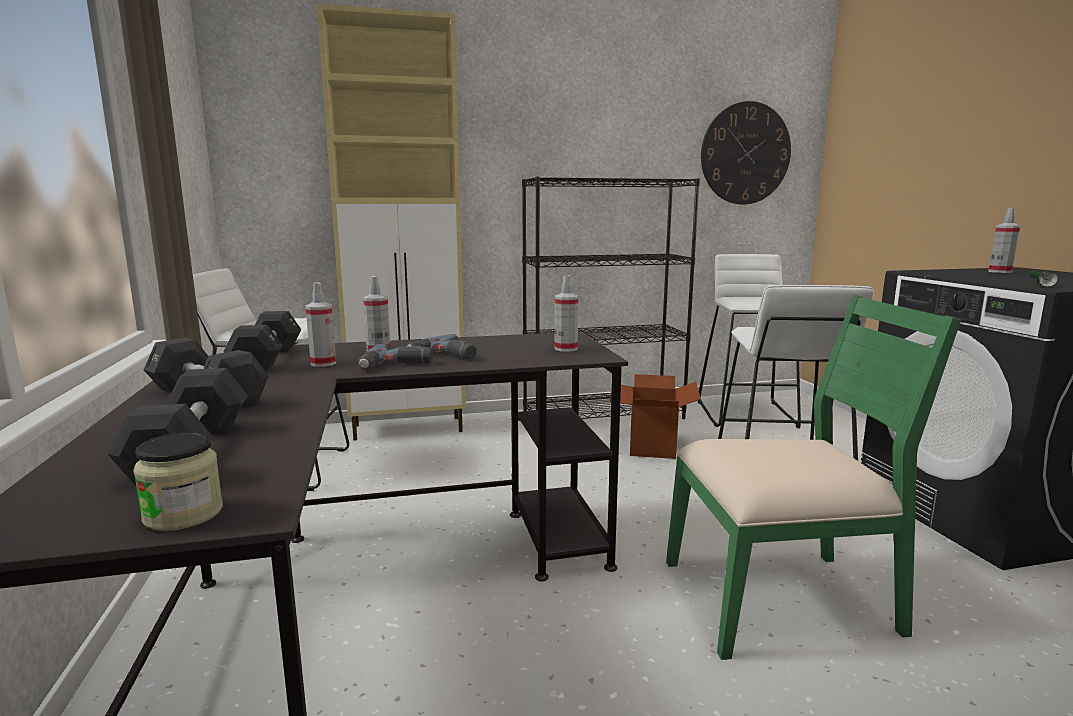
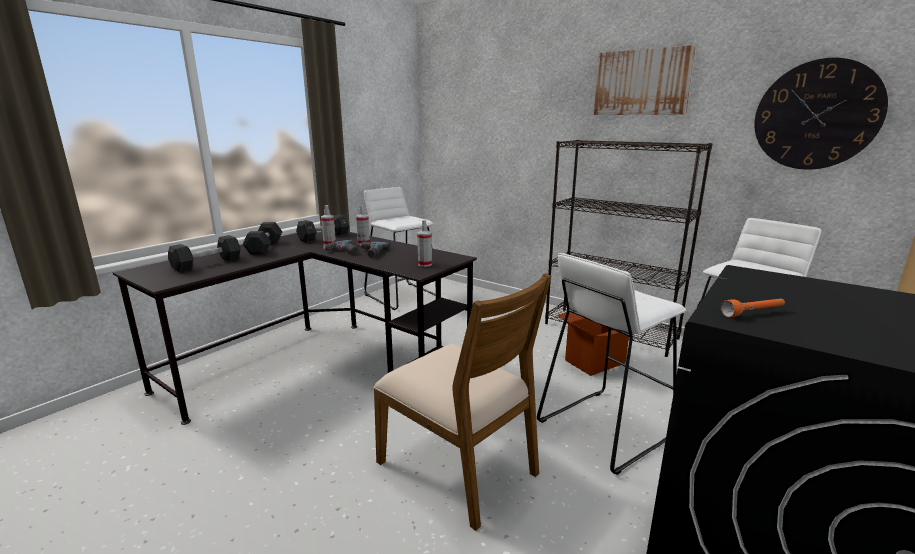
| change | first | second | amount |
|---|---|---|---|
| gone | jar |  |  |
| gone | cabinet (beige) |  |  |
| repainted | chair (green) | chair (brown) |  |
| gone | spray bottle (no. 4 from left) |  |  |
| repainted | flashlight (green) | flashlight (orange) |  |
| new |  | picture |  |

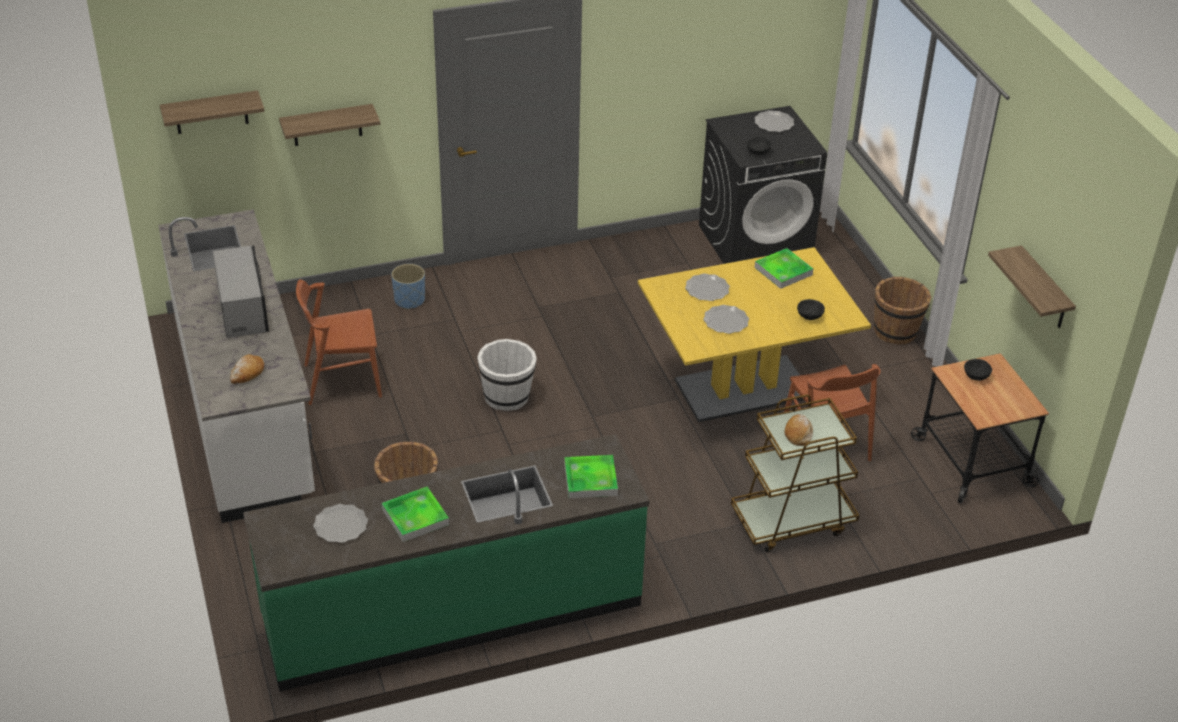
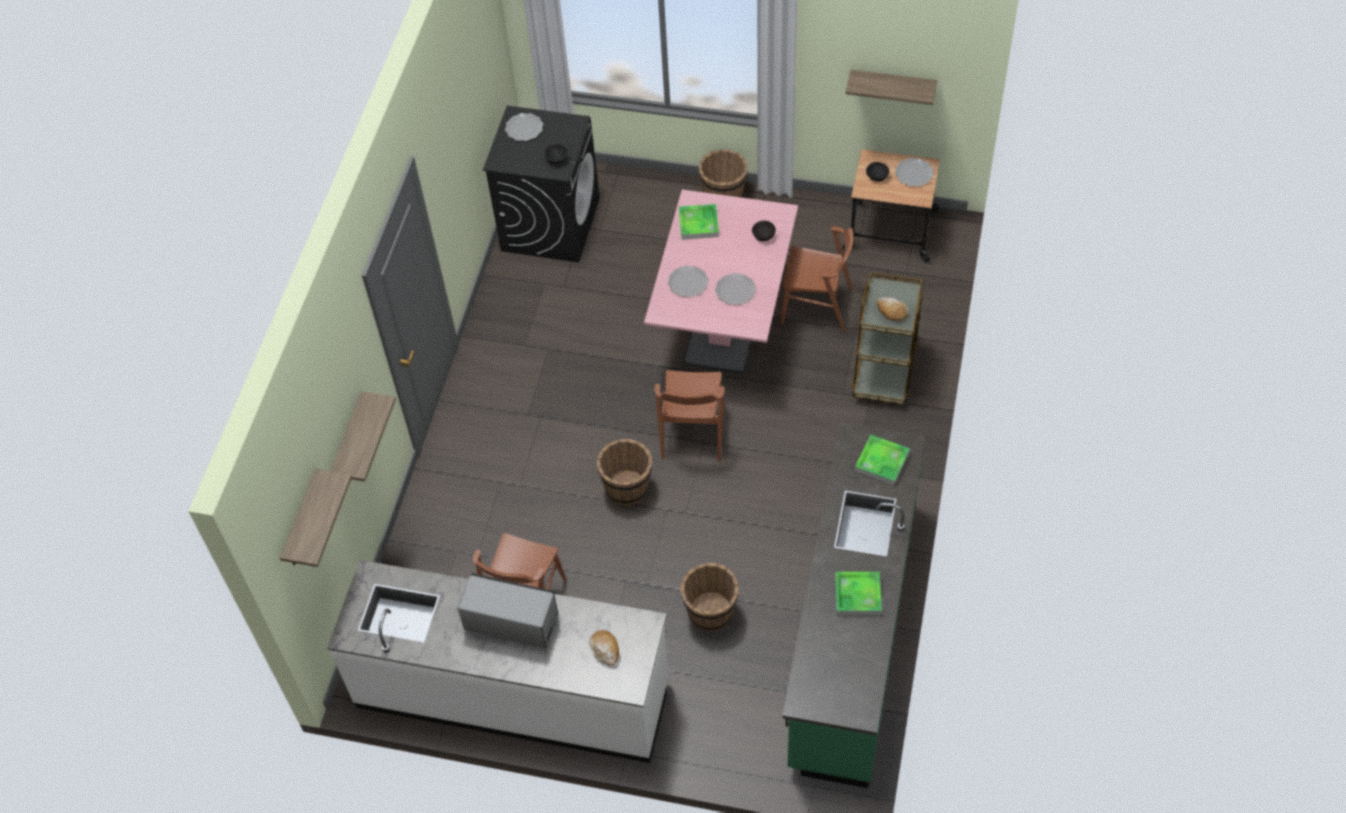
| change | first | second | amount |
|---|---|---|---|
| shifted | plate (no. 1 from left in the first image) | plate (no. 4 from left) |  |
| gone | planter (blue) |  |  |
| repainted | bucket (white) | bucket (brown) (no. 1 from left) |  |
| repainted | dining table (yellow) | dining table (pink) |  |
| new |  | chair (brown) (no. 2 from left) |  |

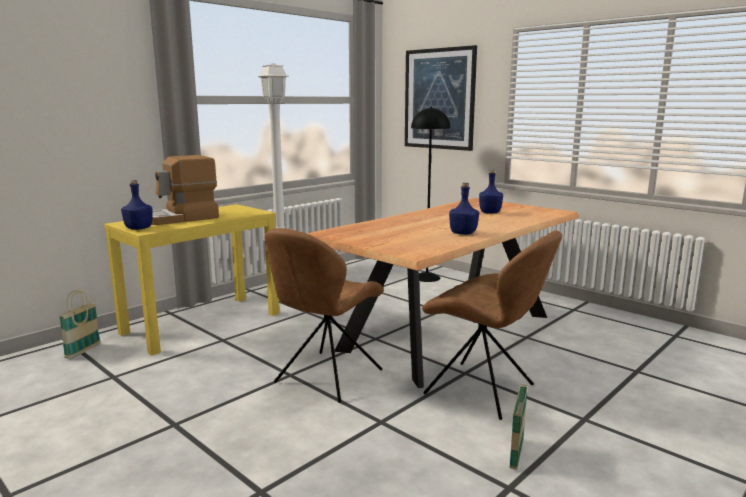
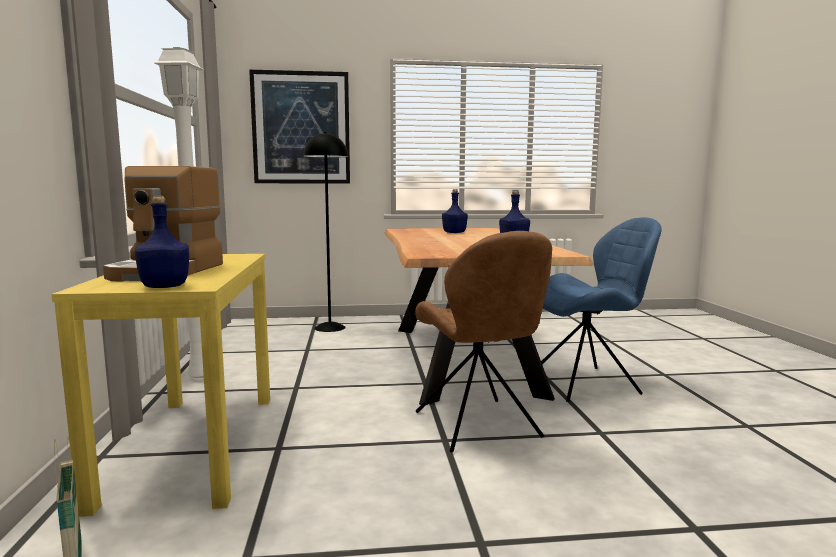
| change | first | second | amount |
|---|---|---|---|
| repainted | chair (brown) (no. 2 from left) | chair (blue) |  |
| gone | basket (no. 2 from left) |  |  |

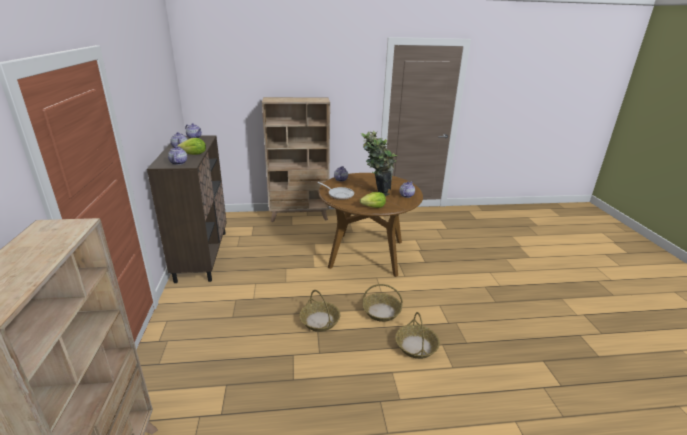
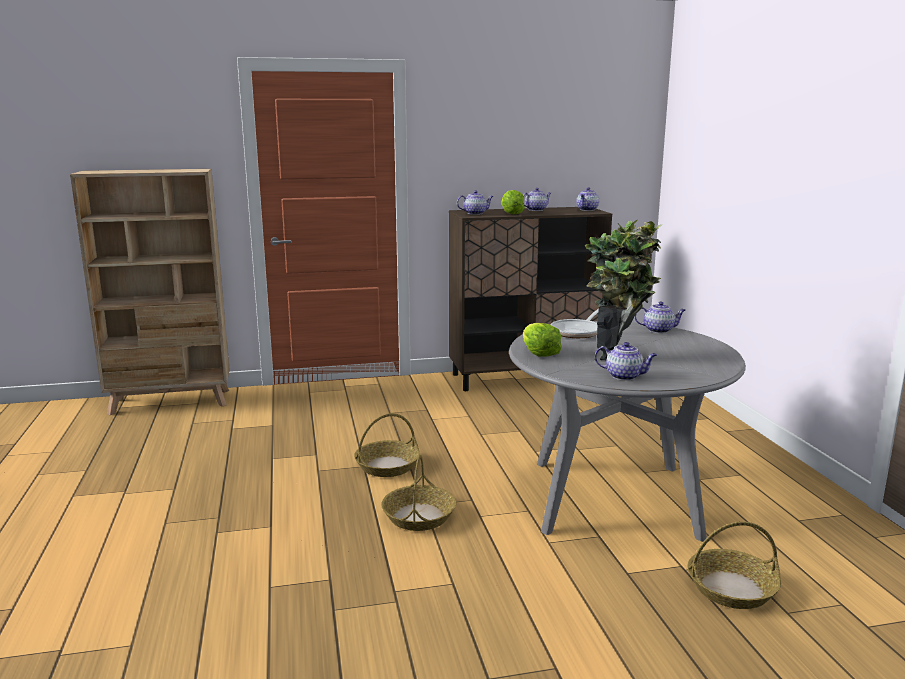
| change | first | second | amount |
|---|---|---|---|
| gone | bookcase (beige) (no. 2 from left) |  |  |
| repainted | dining table (brown) | dining table (grey) |  |
| shifted | basket (no. 3 from left) |  |  |

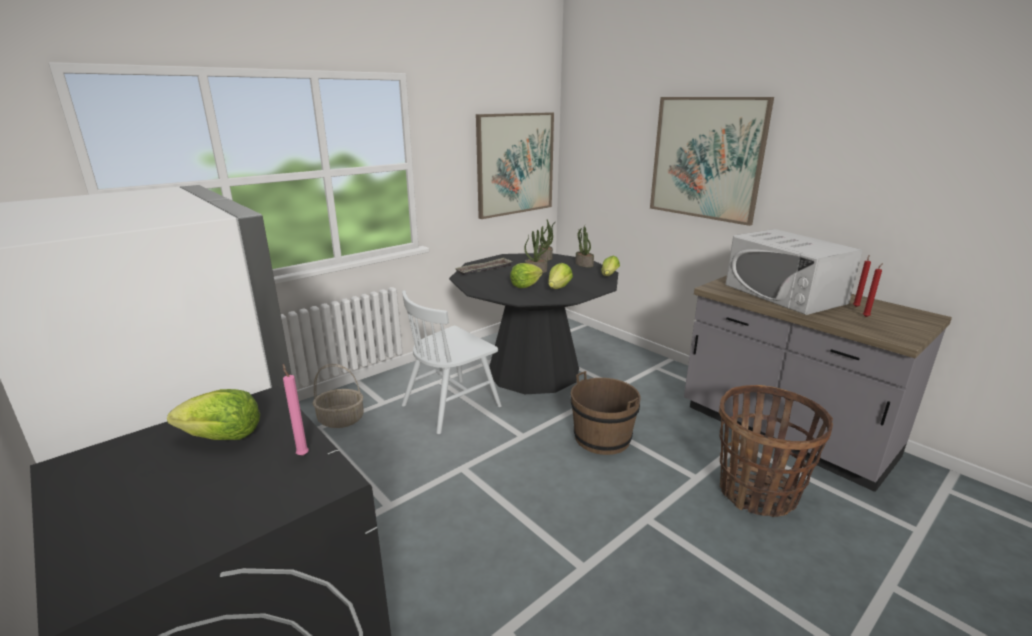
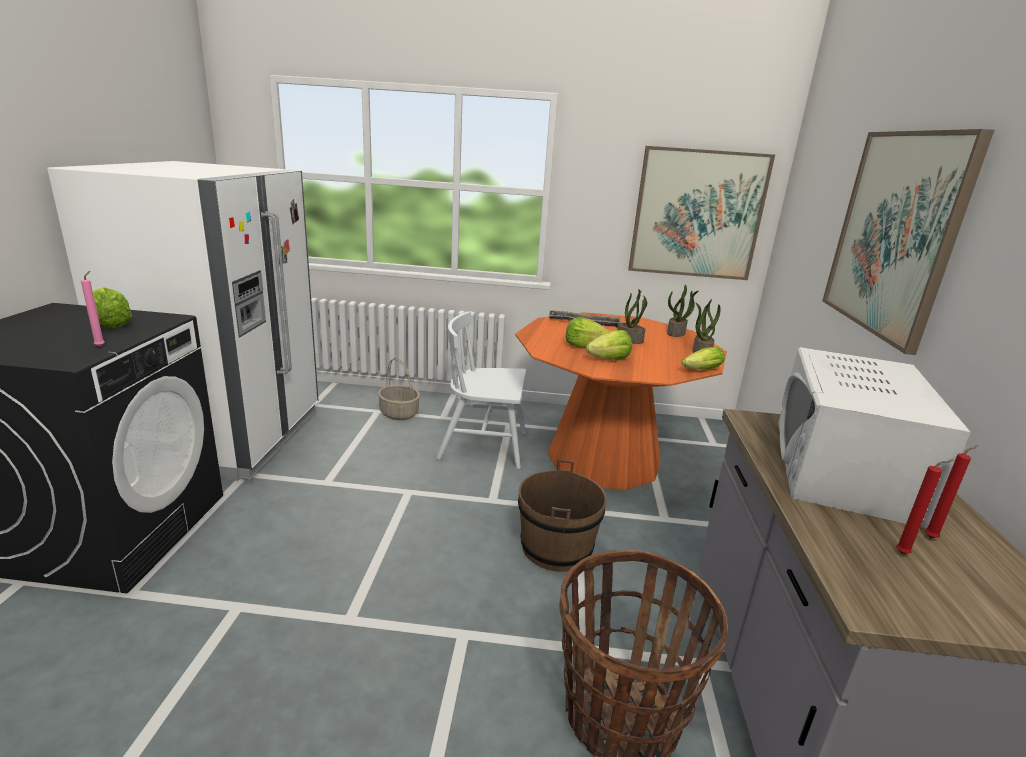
| change | first | second | amount |
|---|---|---|---|
| repainted | dining table (black) | dining table (orange) |  |

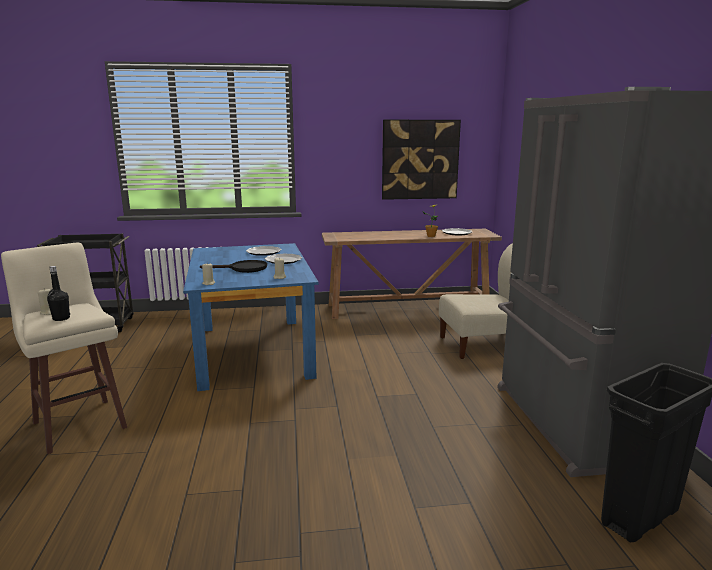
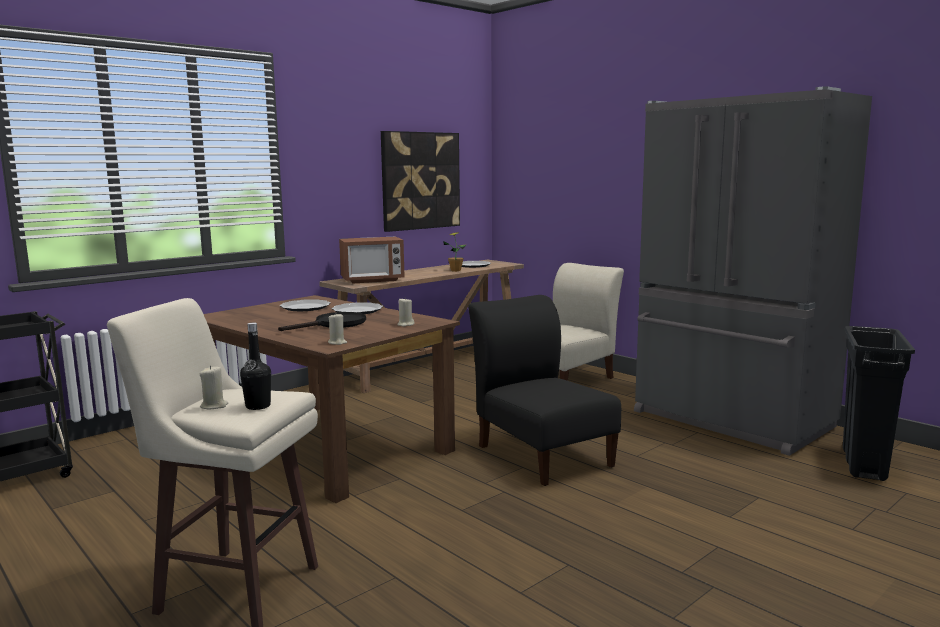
| change | first | second | amount |
|---|---|---|---|
| repainted | dining table (blue) | dining table (brown) |  |
| new |  | microwave |  |
| new |  | chair (black) |  |

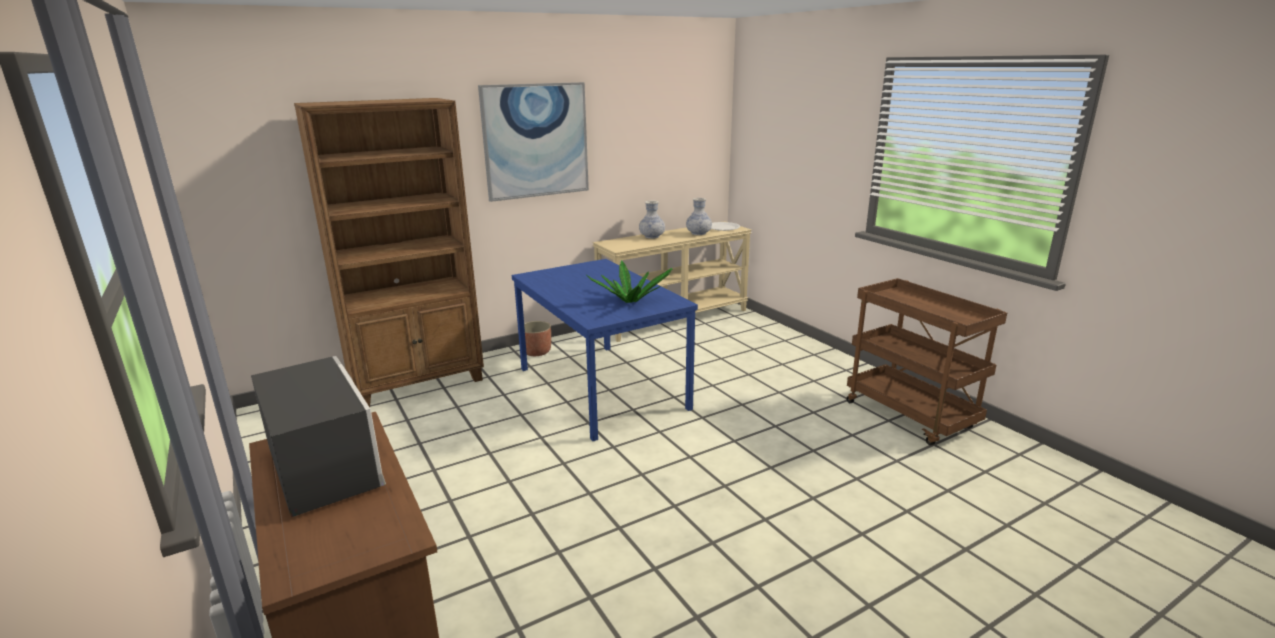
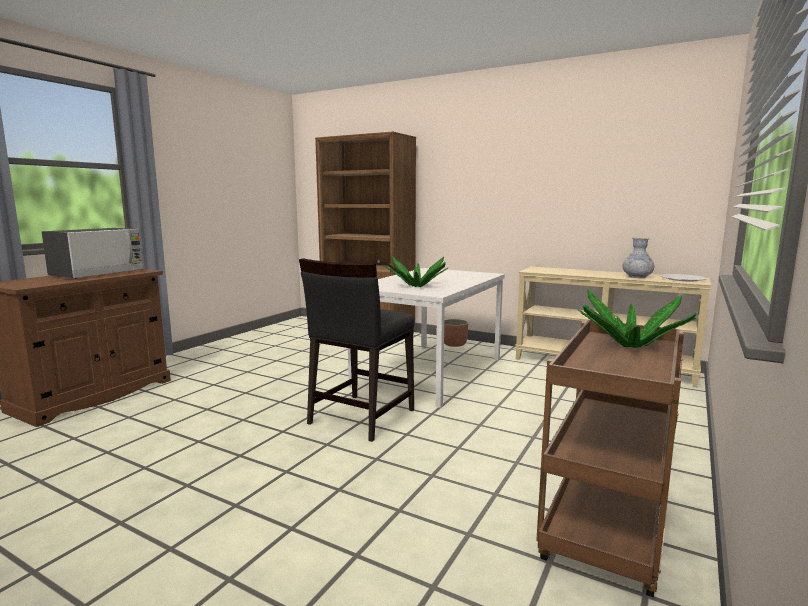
| change | first | second | amount |
|---|---|---|---|
| gone | picture |  |  |
| repainted | dining table (blue) | dining table (white) |  |
| gone | vase (no. 1 from left) |  |  |
| new |  | chair (black) |  |
| new |  | potted plant (no. 2 from left) |  |

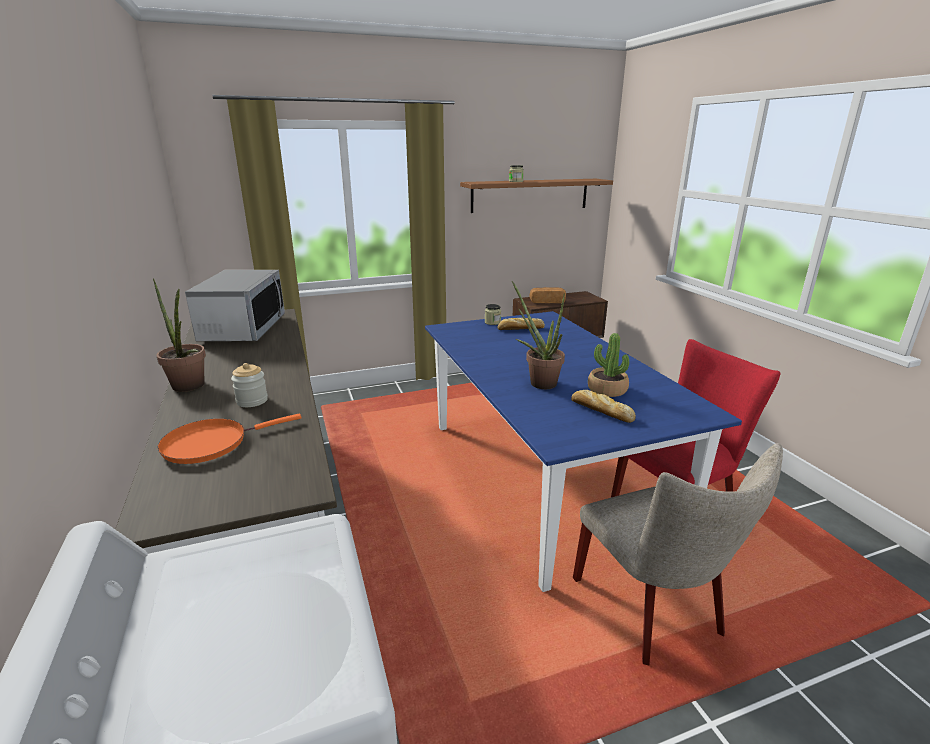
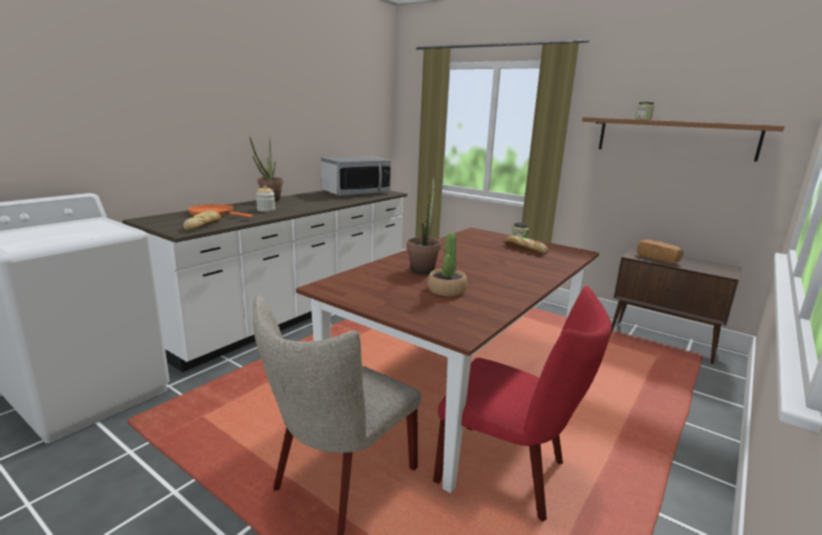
| change | first | second | amount |
|---|---|---|---|
| repainted | dining table (blue) | dining table (brown) |  |
| shifted | bread (no. 3 from left in the first image) | bread (no. 1 from left) |  |

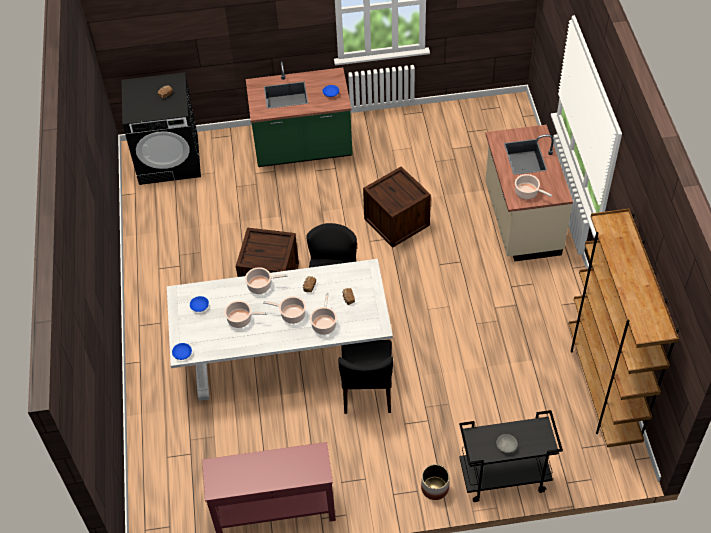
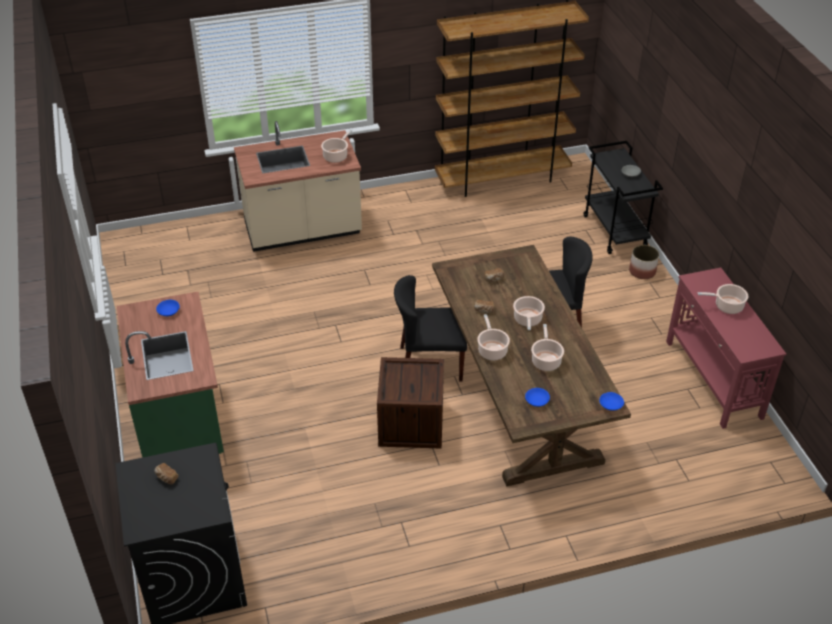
| change | first | second | amount |
|---|---|---|---|
| repainted | dining table (white) | dining table (brown) |  |
| shifted | cooking pot (no. 4 from left in the first image) | cooking pot (no. 5 from left) |  |
| gone | crate (no. 2 from left) |  |  |

